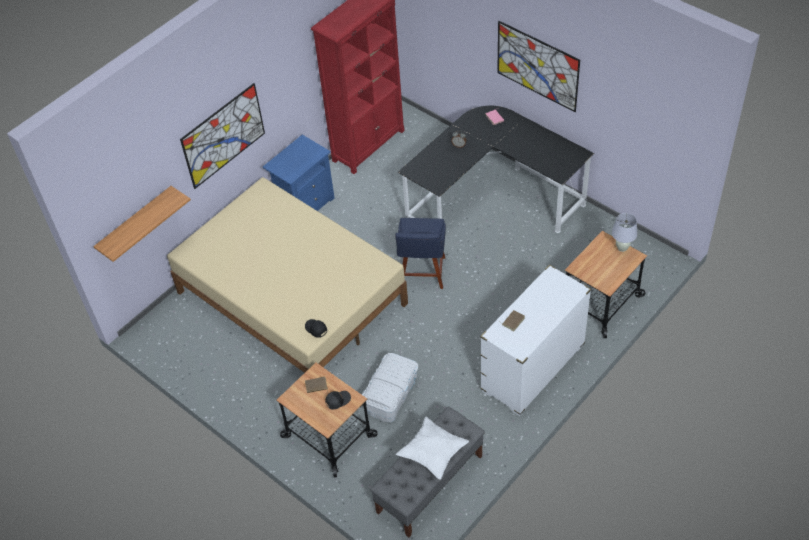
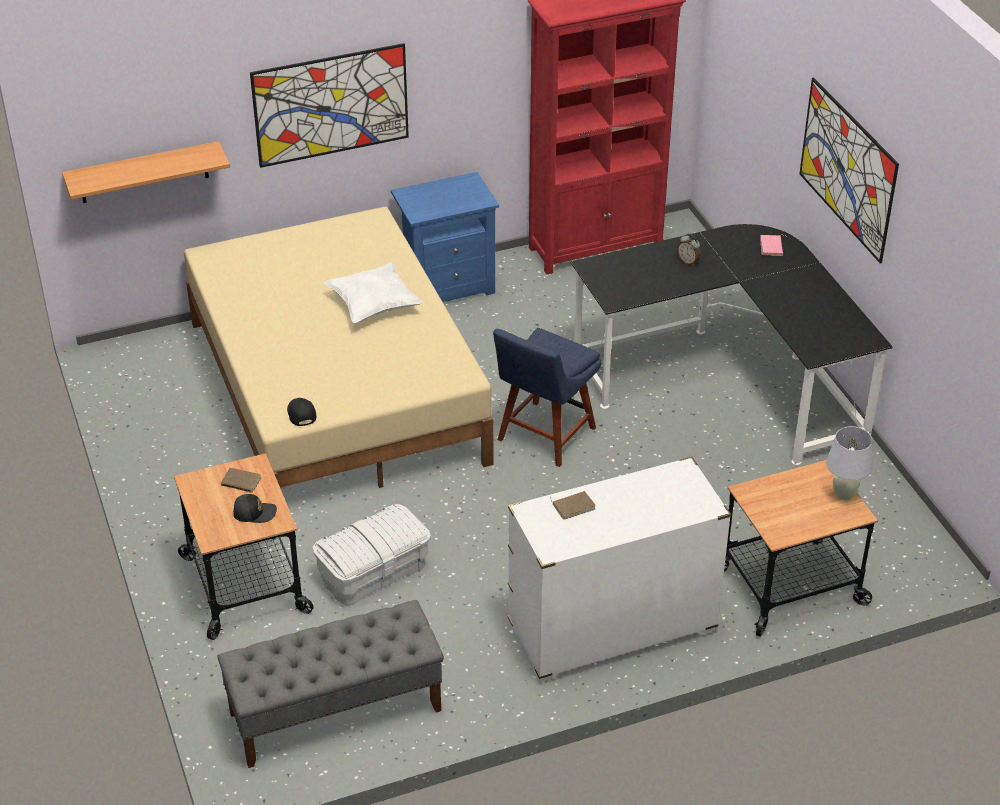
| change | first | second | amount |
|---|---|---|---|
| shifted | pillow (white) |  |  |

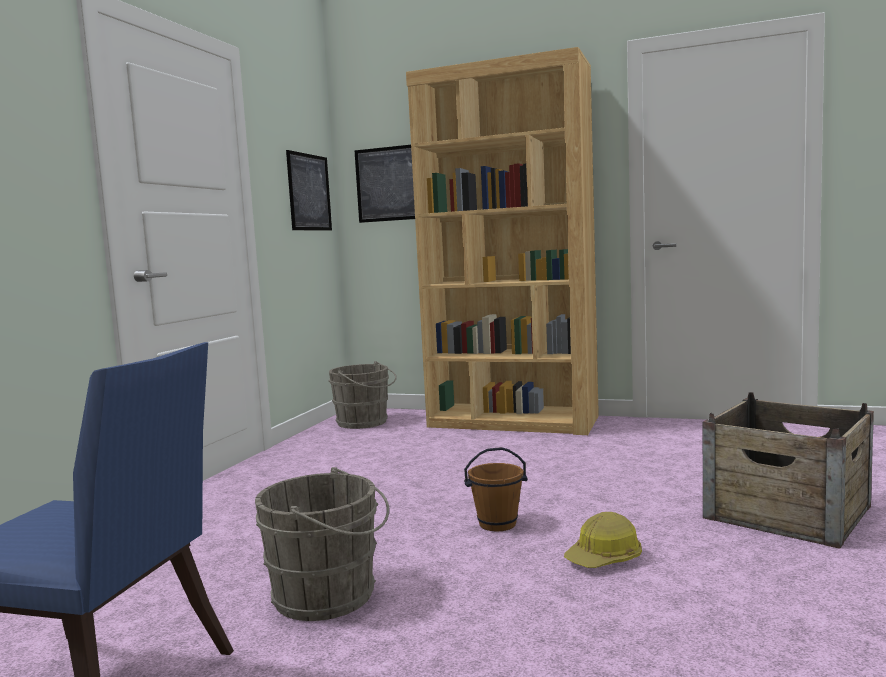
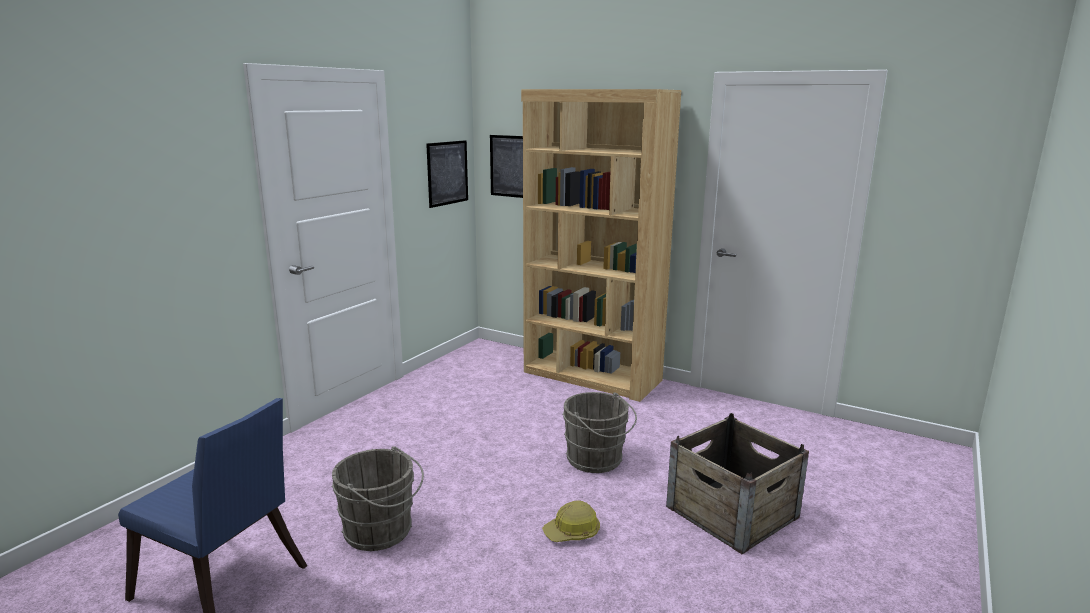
| change | first | second | amount |
|---|---|---|---|
| shifted | bucket (grey) (no. 2 from left) |  |  |
| gone | bucket (brown) |  |  |

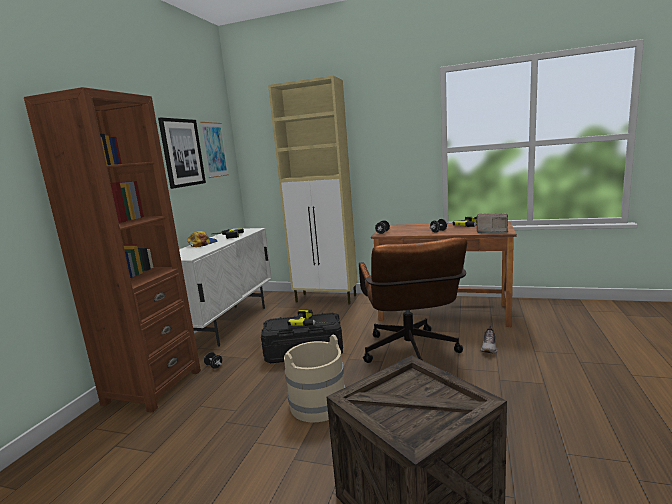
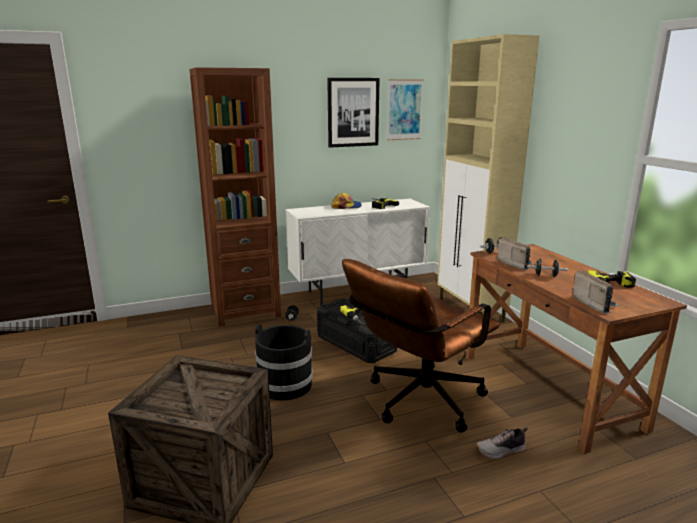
| change | first | second | amount |
|---|---|---|---|
| repainted | bucket (beige) | bucket (black) |  |
| new |  | radio (no. 1 from left) |  |

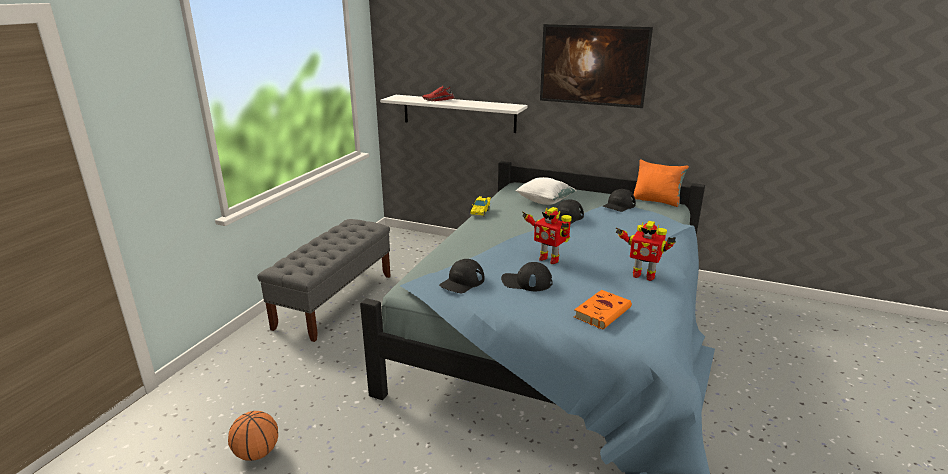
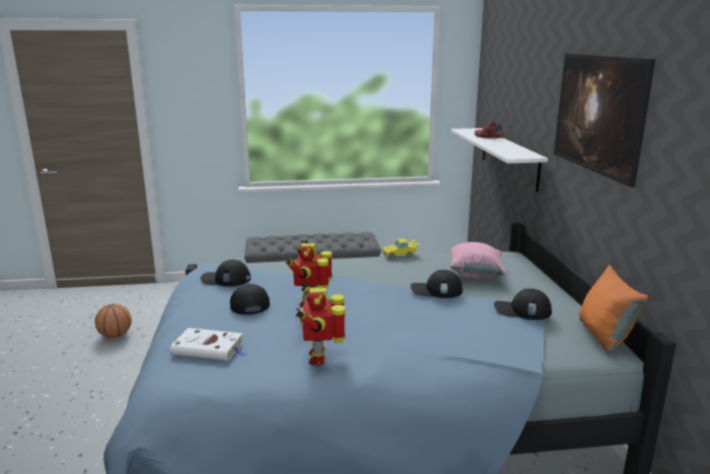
| change | first | second | amount |
|---|---|---|---|
| repainted | pillow (white) | pillow (pink) |  |
| repainted | book (orange) | book (white) |  |

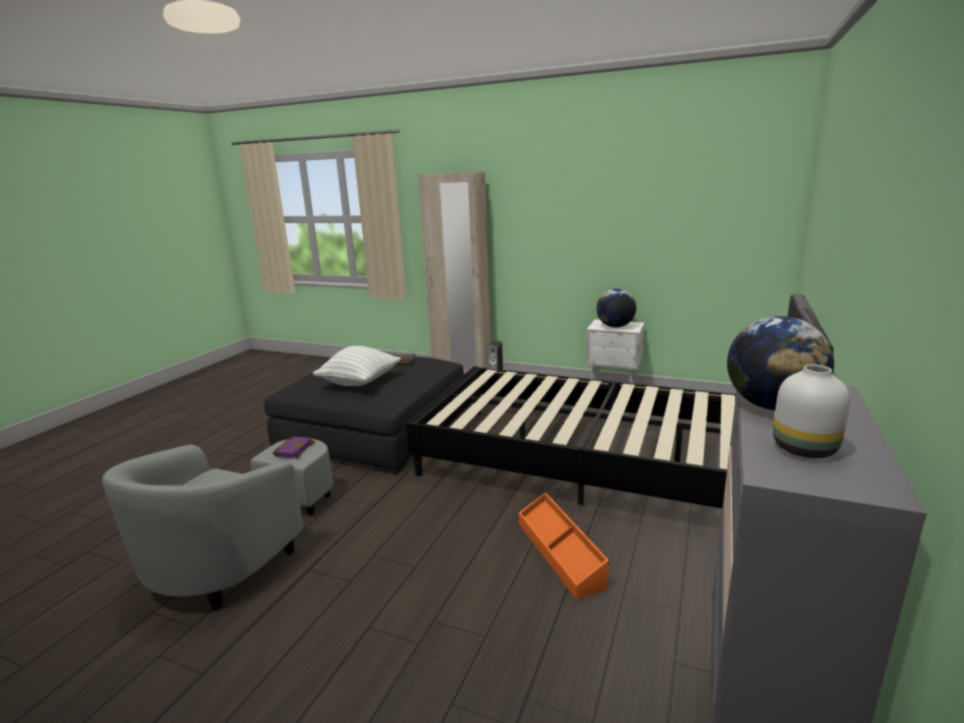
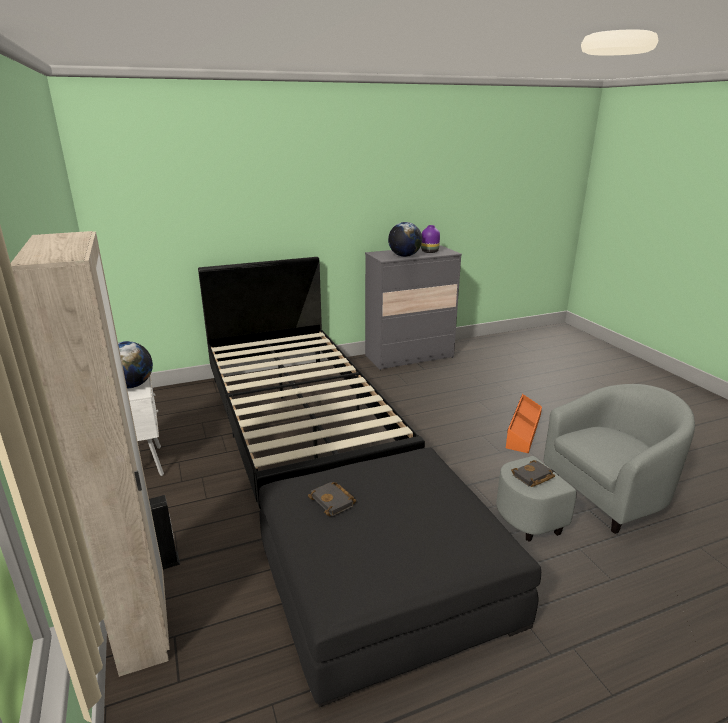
| change | first | second | amount |
|---|---|---|---|
| repainted | book (purple) | book (black) (no. 2 from left) |  |
| gone | pillow |  |  |
| shifted | storage box (orange) |  |  |
| repainted | vase (white) | vase (purple) |  |

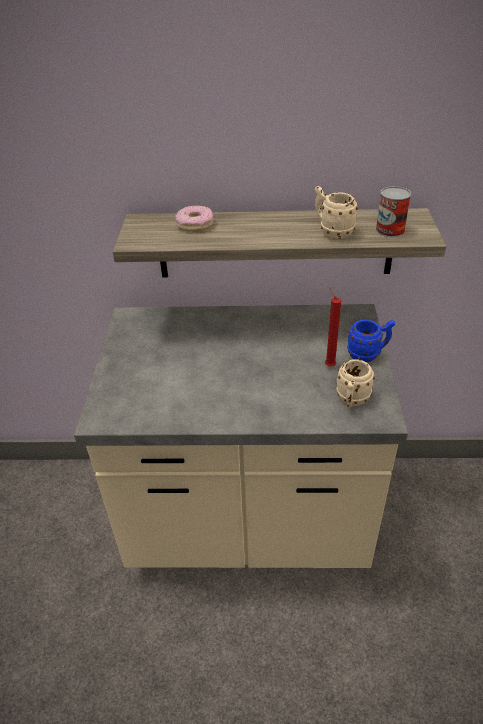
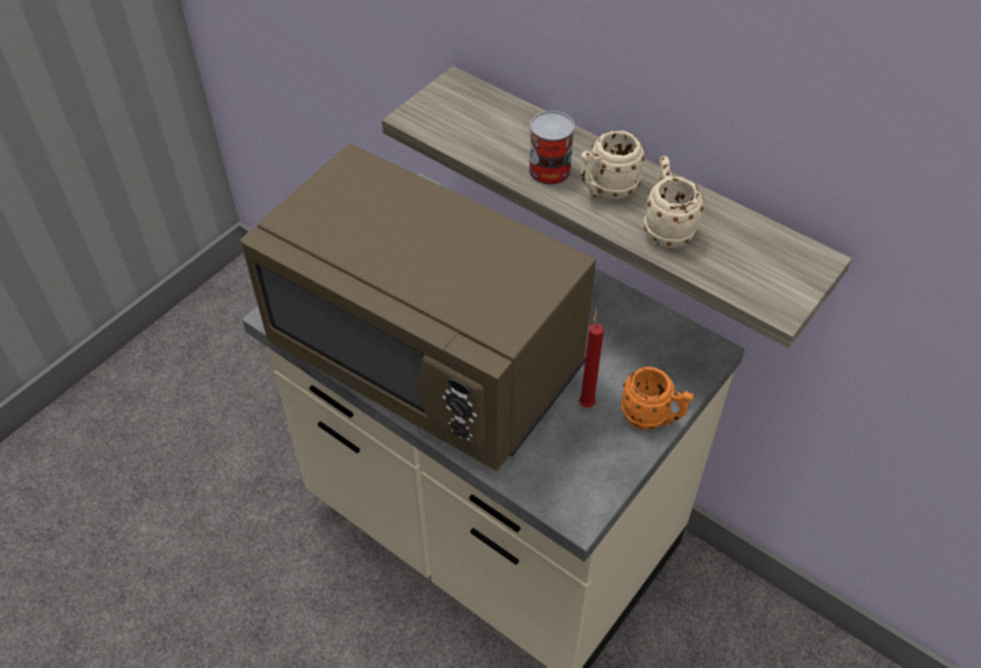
| change | first | second | amount |
|---|---|---|---|
| gone | donut |  |  |
| shifted | mug (beige) (no. 2 from left in the first image) | mug (beige) (no. 1 from left) |  |
| repainted | mug (blue) | mug (orange) |  |
| shifted | can |  |  |
| new |  | microwave (brown) |  |

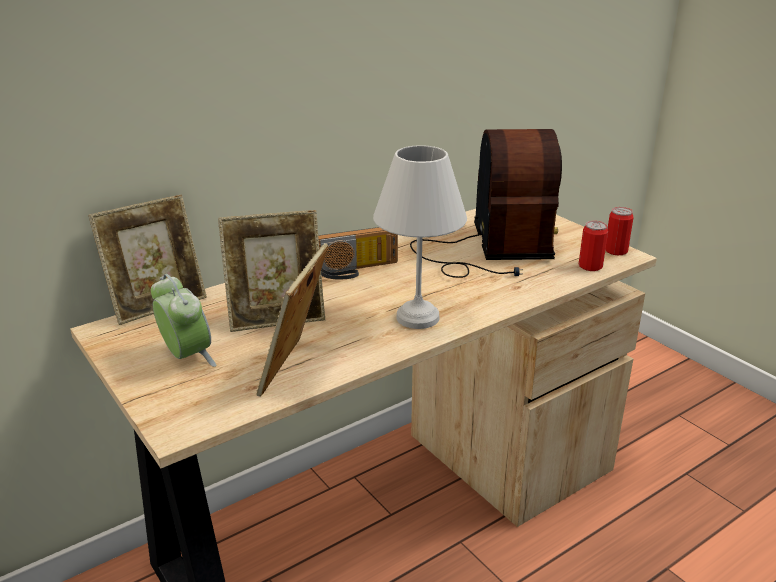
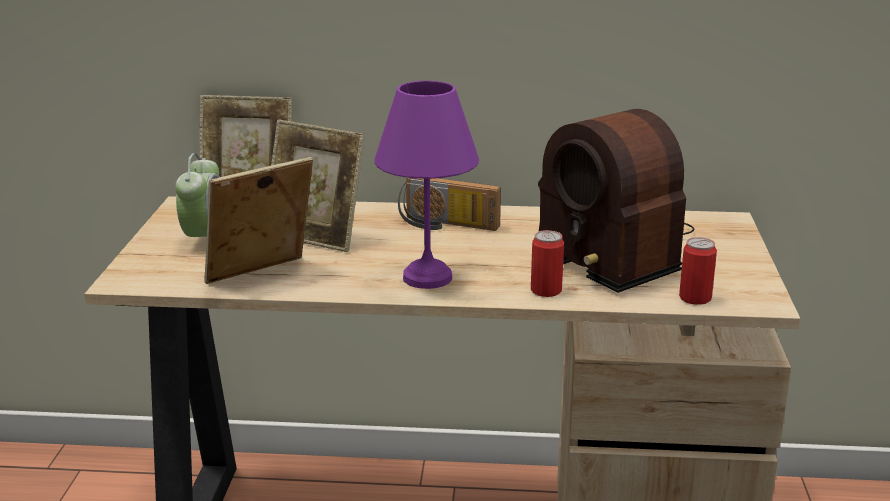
| change | first | second | amount |
|---|---|---|---|
| repainted | table lamp (white) | table lamp (purple) |  |
| rotated | radio (no. 2 from left) |  | 105 degrees clockwise |
| shifted | can (no. 2 from left in the first image) | can (no. 1 from left) |  |

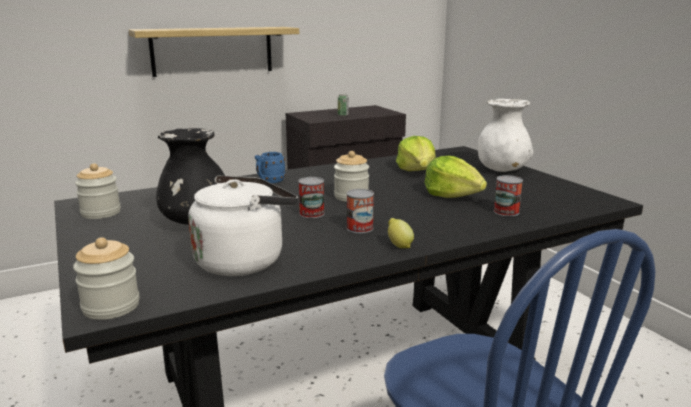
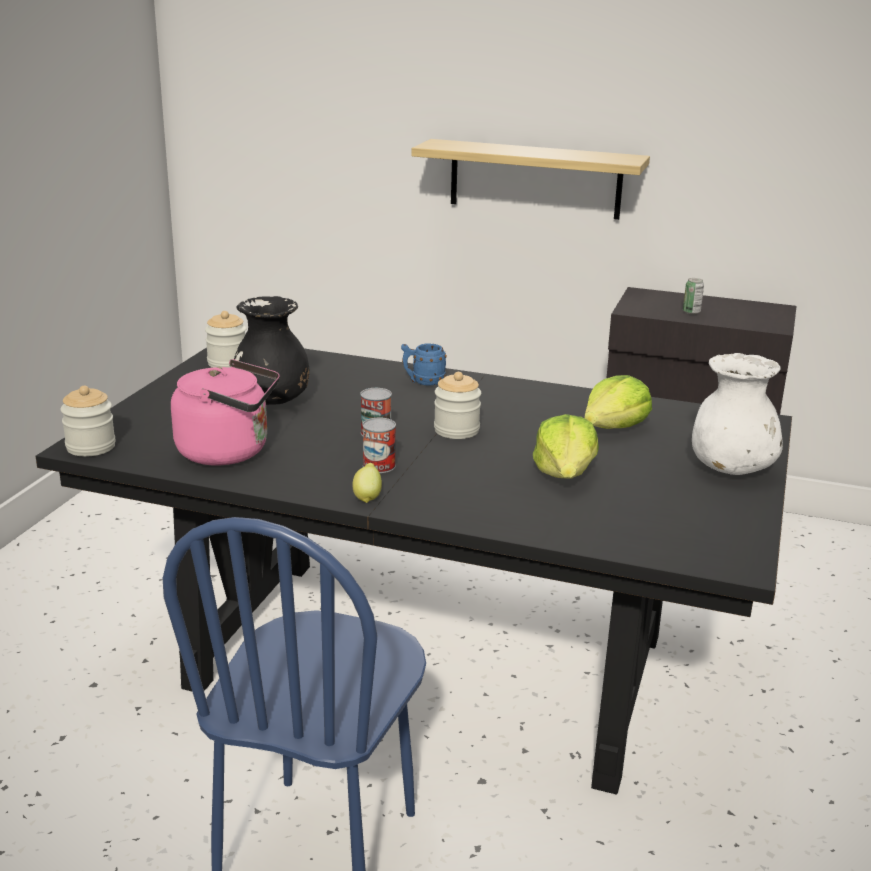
| change | first | second | amount |
|---|---|---|---|
| repainted | kettle (white) | kettle (pink) |  |
| gone | can (no. 4 from left) |  |  |

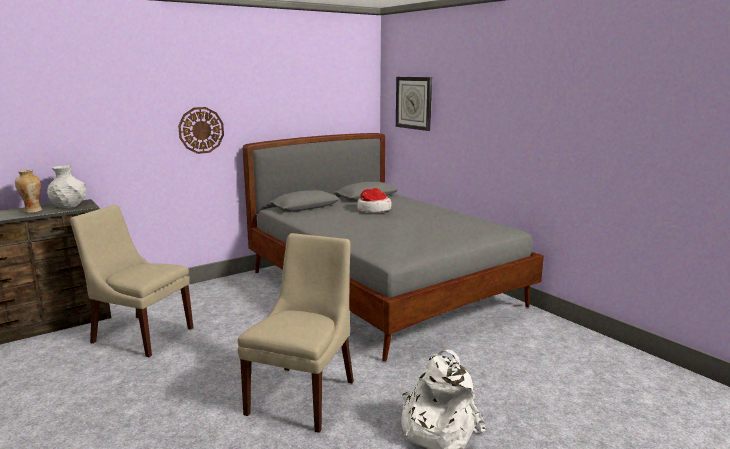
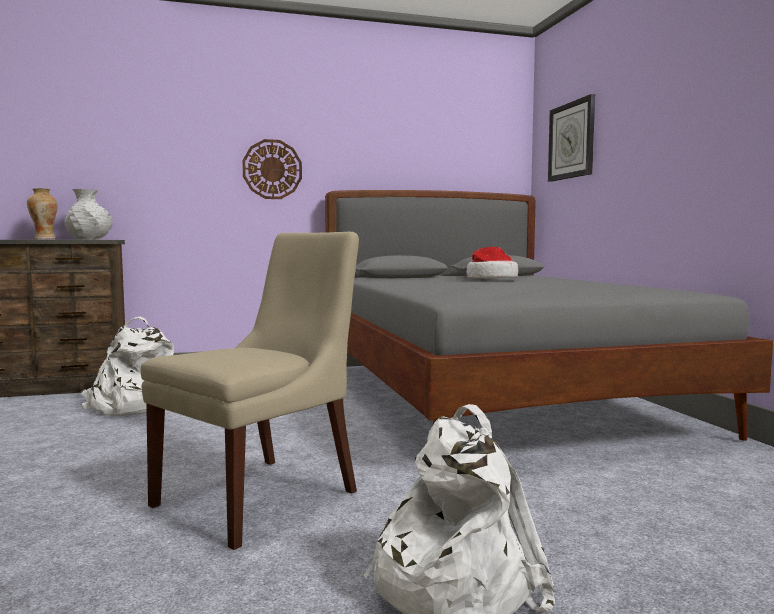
| change | first | second | amount |
|---|---|---|---|
| swapped | chair (beige) (no. 1 from left) | backpack (white) (no. 1 from left) |  |

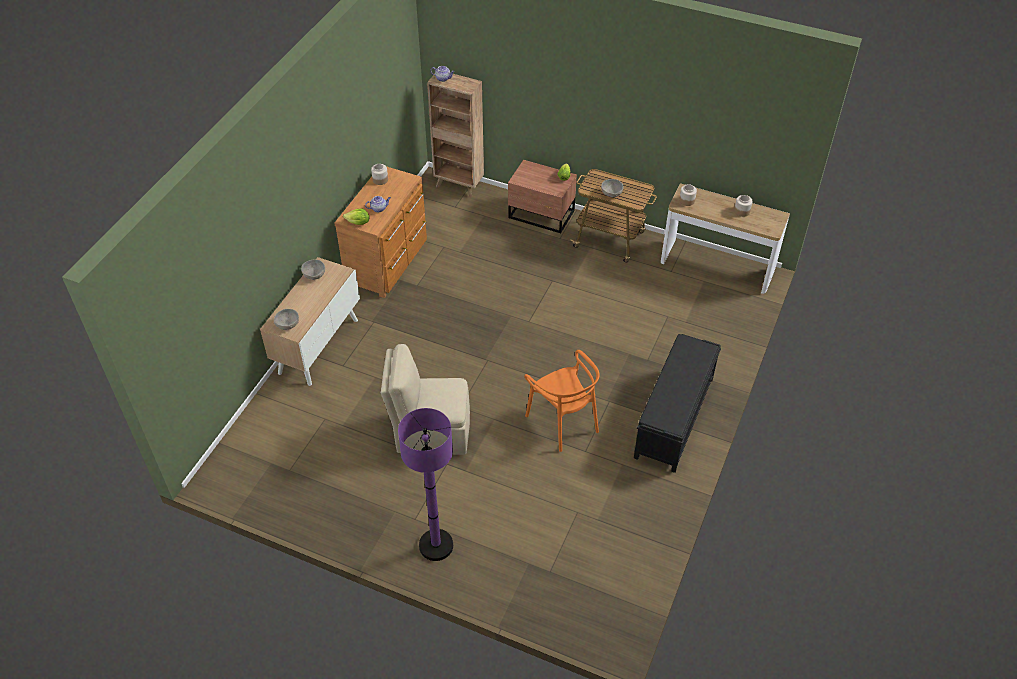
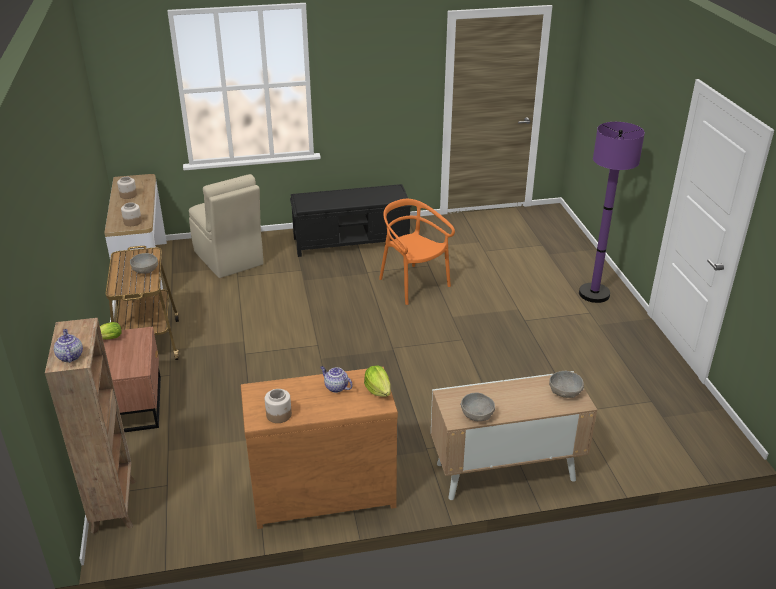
| change | first | second | amount |
|---|---|---|---|
| shifted | chair (beige) |  |  |
| rotated | chair (orange) |  | 60 degrees counterclockwise |

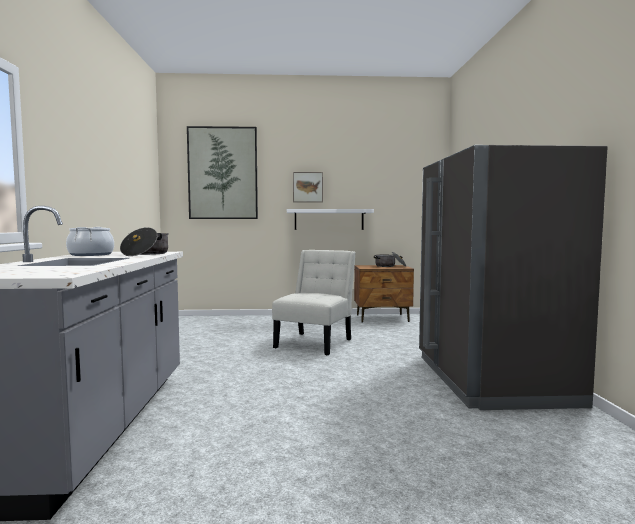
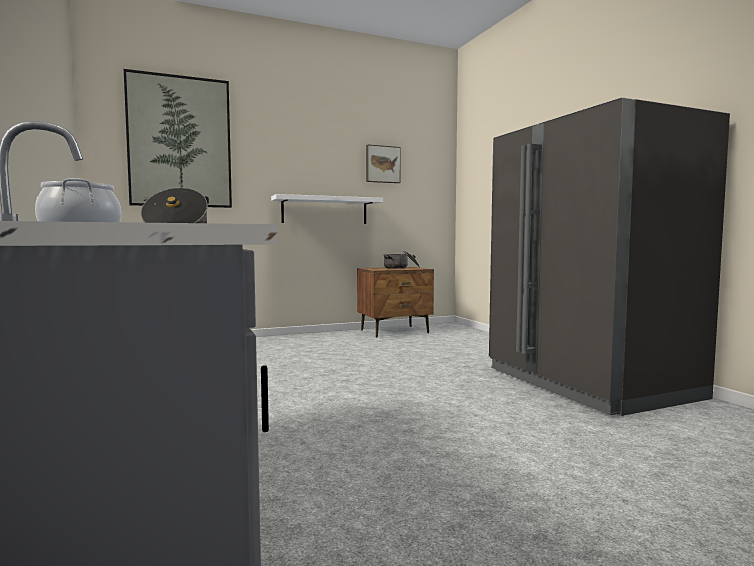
| change | first | second | amount |
|---|---|---|---|
| gone | chair (white) |  |  |
| shifted | picture (no. 2 from left) |  |  |

